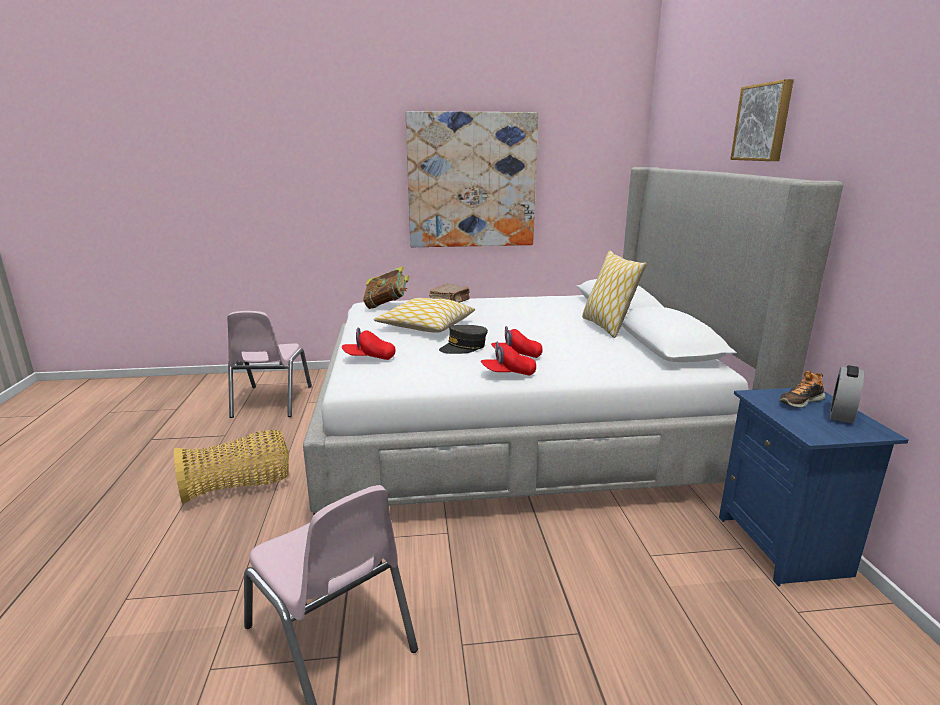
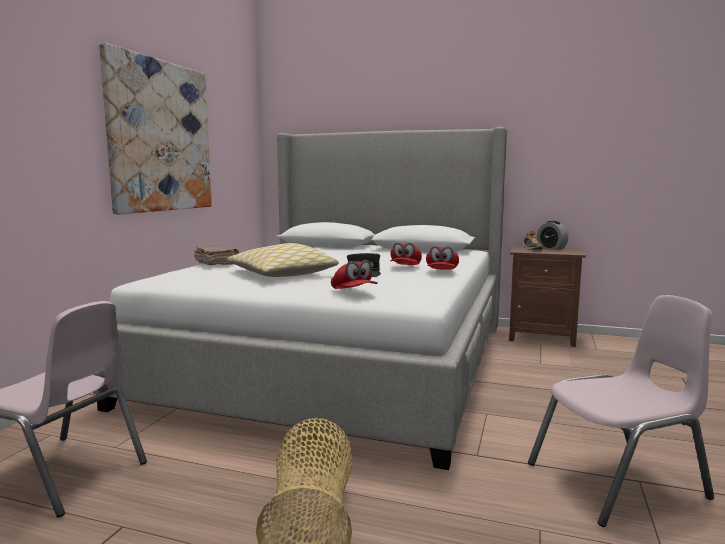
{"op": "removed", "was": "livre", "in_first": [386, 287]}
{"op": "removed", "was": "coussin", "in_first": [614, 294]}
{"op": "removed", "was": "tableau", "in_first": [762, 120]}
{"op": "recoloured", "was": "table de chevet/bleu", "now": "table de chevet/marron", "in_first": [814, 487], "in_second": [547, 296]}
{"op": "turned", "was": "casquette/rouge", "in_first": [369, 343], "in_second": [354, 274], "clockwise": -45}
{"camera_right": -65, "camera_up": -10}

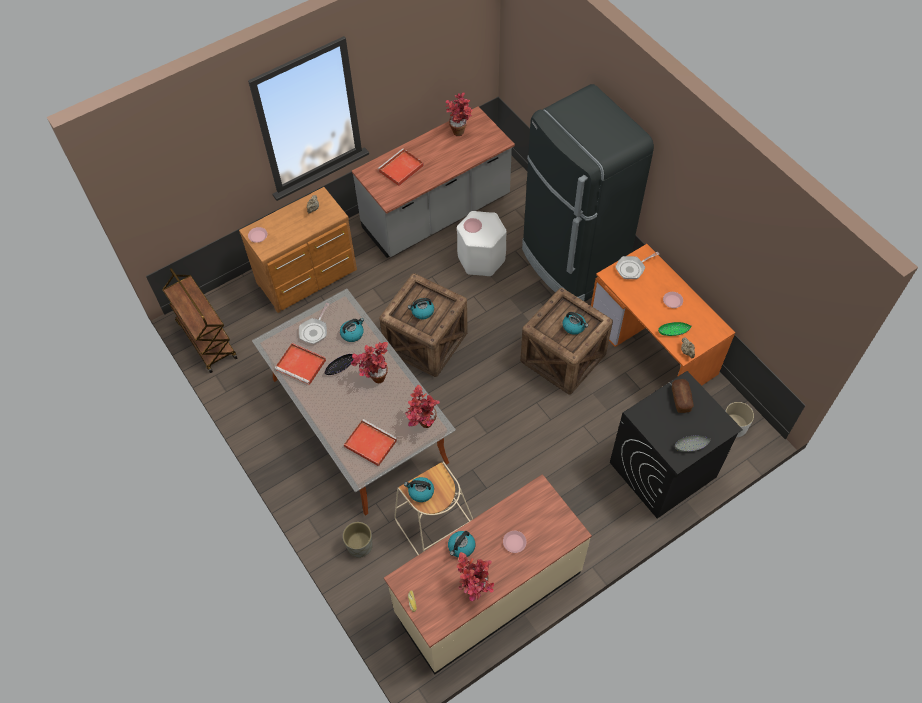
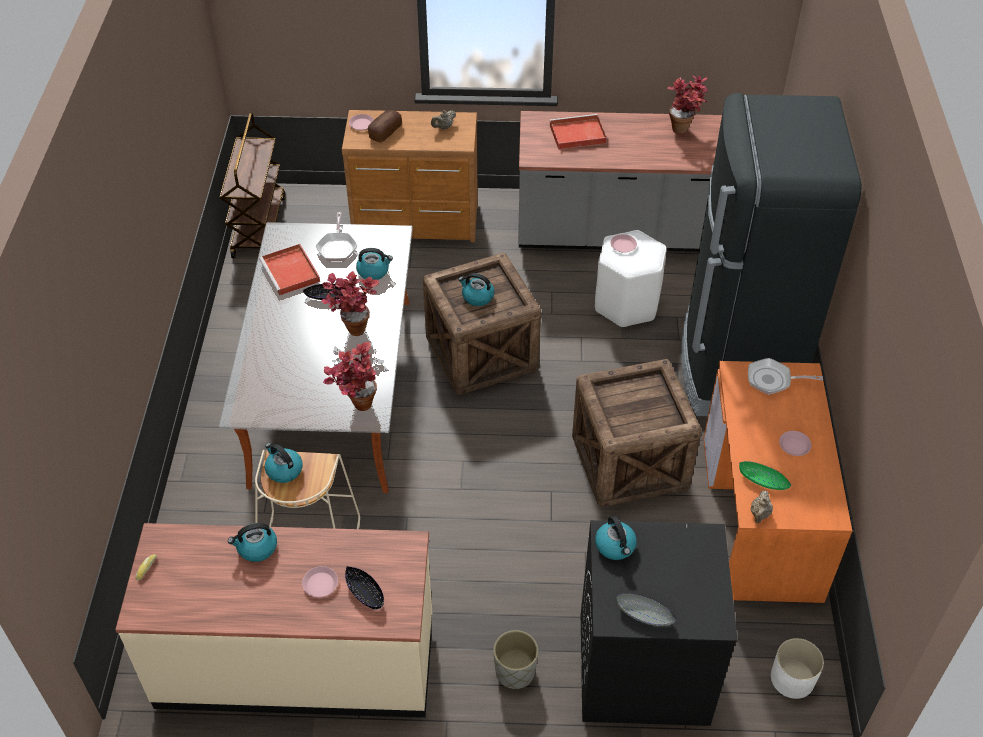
{"op": "removed", "was": "plateau/rouge", "in_first": [370, 443]}
{"op": "removed", "was": "plante en pot", "in_first": [475, 576]}
{"op": "added", "now": "bol/noir", "in_second": [364, 587]}
{"op": "moved", "was": "cache-pot/gris", "in_first": [358, 540], "in_second": [515, 659]}
{"op": "moved", "was": "bouilloire", "in_first": [575, 323], "in_second": [616, 538]}
{"op": "moved", "was": "pain", "in_first": [683, 396], "in_second": [385, 126]}
{"op": "turned", "was": "poêle", "in_first": [314, 323], "in_second": [336, 237], "clockwise": -60}
{"camera_right": 35, "camera_up": -10}

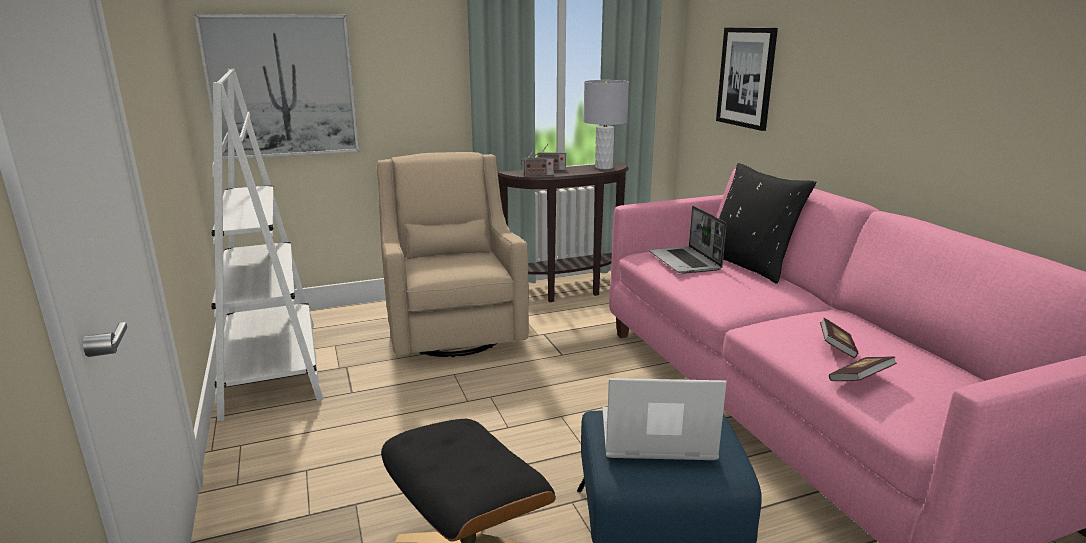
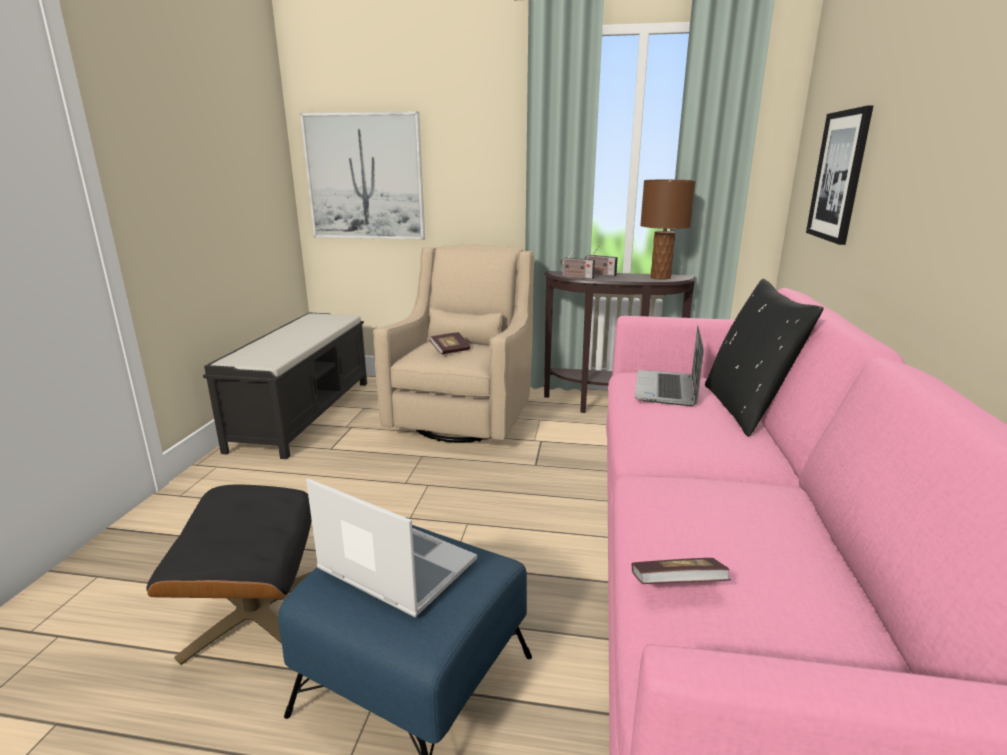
{"op": "moved", "was": "livre", "in_first": [839, 337], "in_second": [450, 343]}
{"op": "replaced", "was": "bibliothèque/blanc", "now": "banc/noir", "in_first": [267, 245], "in_second": [285, 386]}
{"op": "recoloured", "was": "lampe de table/gris", "now": "lampe de table/marron", "in_first": [606, 124], "in_second": [668, 230]}
{"camera_right": 30, "camera_up": 0}

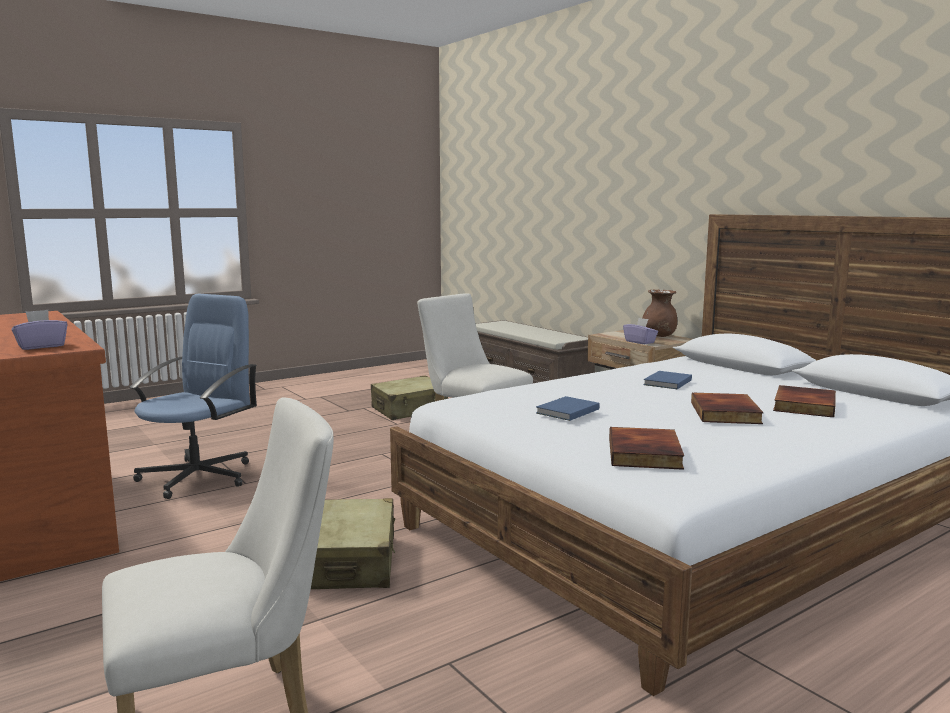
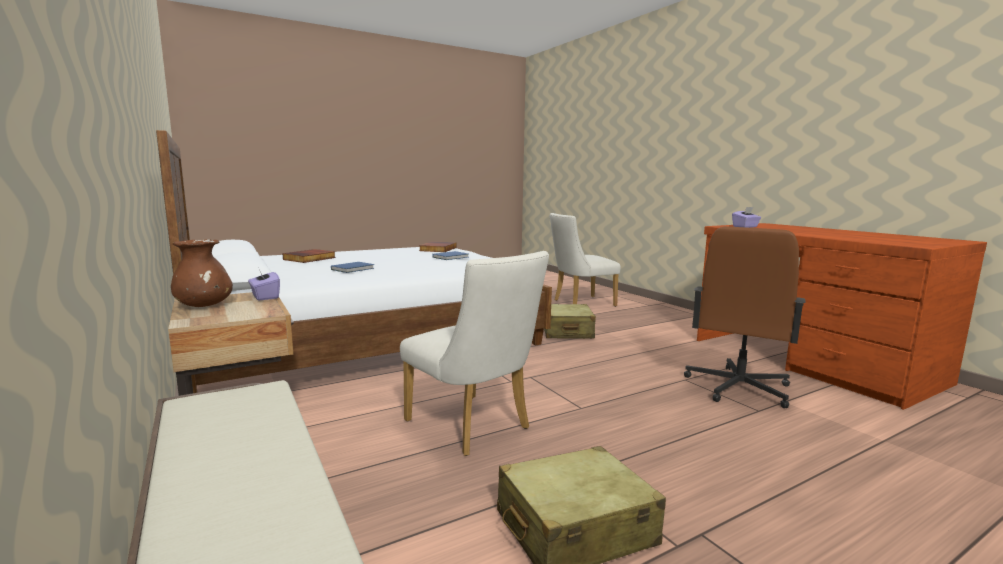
{"op": "removed", "was": "livre", "in_first": [727, 408]}
{"op": "recoloured", "was": "chaise de bureau/bleu", "now": "chaise de bureau/marron", "in_first": [193, 396], "in_second": [744, 317]}
{"camera_right": -175, "camera_up": 0}

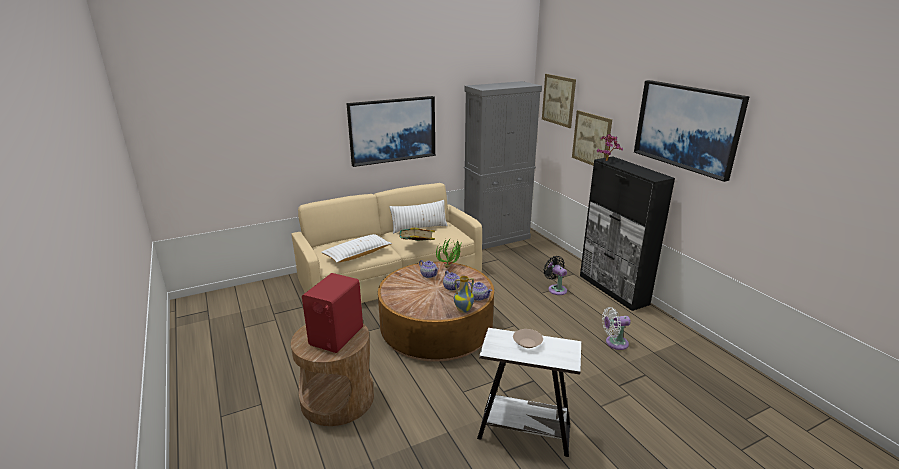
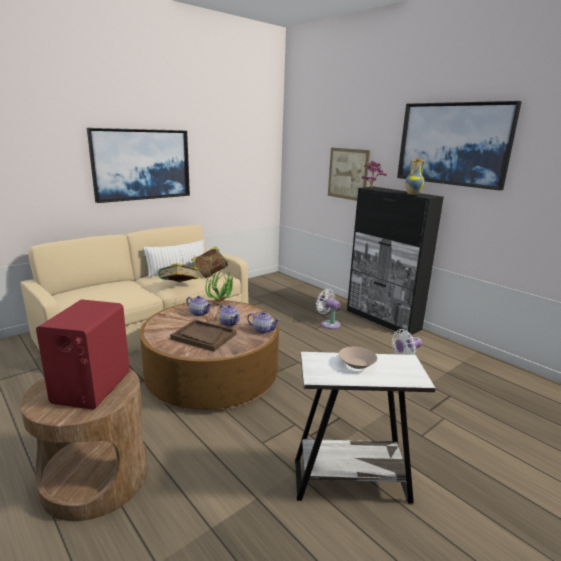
{"op": "removed", "was": "coussin/blanc", "in_first": [356, 248]}
{"op": "removed", "was": "meuble de rangement/gris", "in_first": [503, 165]}
{"op": "removed", "was": "tableau", "in_first": [559, 101]}
{"op": "added", "now": "plateau/marron", "in_second": [203, 336]}
{"op": "added", "now": "livre", "in_second": [210, 262]}
{"op": "moved", "was": "vase", "in_first": [464, 294], "in_second": [415, 177]}
{"op": "recoloured", "was": "ventilateur/noir", "now": "ventilateur/blanc", "in_first": [555, 275], "in_second": [328, 309]}
{"camera_right": -15, "camera_up": -5}

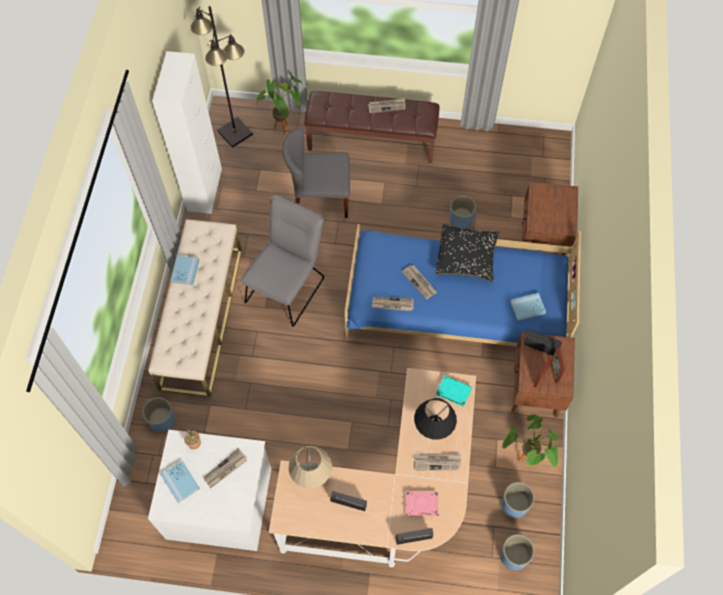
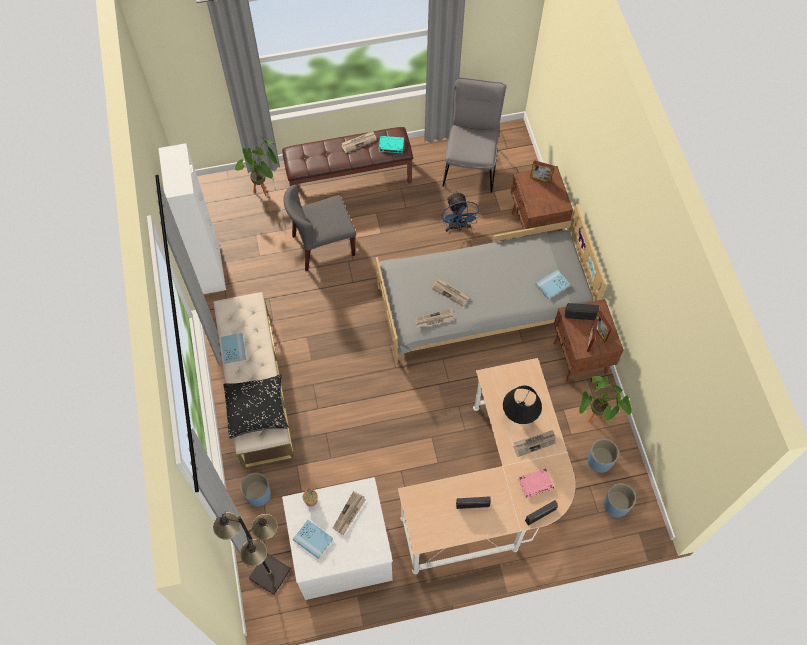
{"op": "removed", "was": "lampe de table/beige", "in_first": [310, 467]}
{"op": "added", "now": "cadre photo", "in_second": [542, 172]}
{"op": "moved", "was": "lampadaire/noir", "in_first": [221, 77], "in_second": [252, 553]}
{"op": "moved", "was": "chaise/gris", "in_first": [282, 261], "in_second": [475, 135]}
{"op": "moved", "was": "coussin/noir", "in_first": [467, 253], "in_second": [256, 406]}
{"op": "moved", "was": "livre/turquoise", "in_first": [454, 391], "in_second": [391, 144]}
{"op": "replaced", "was": "cache-pot/bleu", "now": "ventilateur/bleu", "in_first": [462, 212], "in_second": [461, 211]}
{"op": "recoloured", "was": "lit/bleu", "now": "lit/gris", "in_first": [463, 285], "in_second": [491, 283]}
{"camera_right": -20, "camera_up": 0}

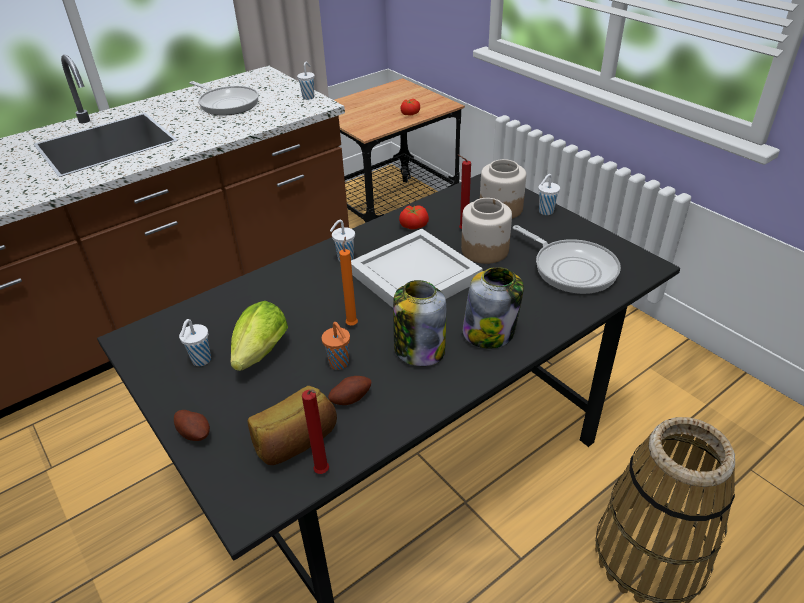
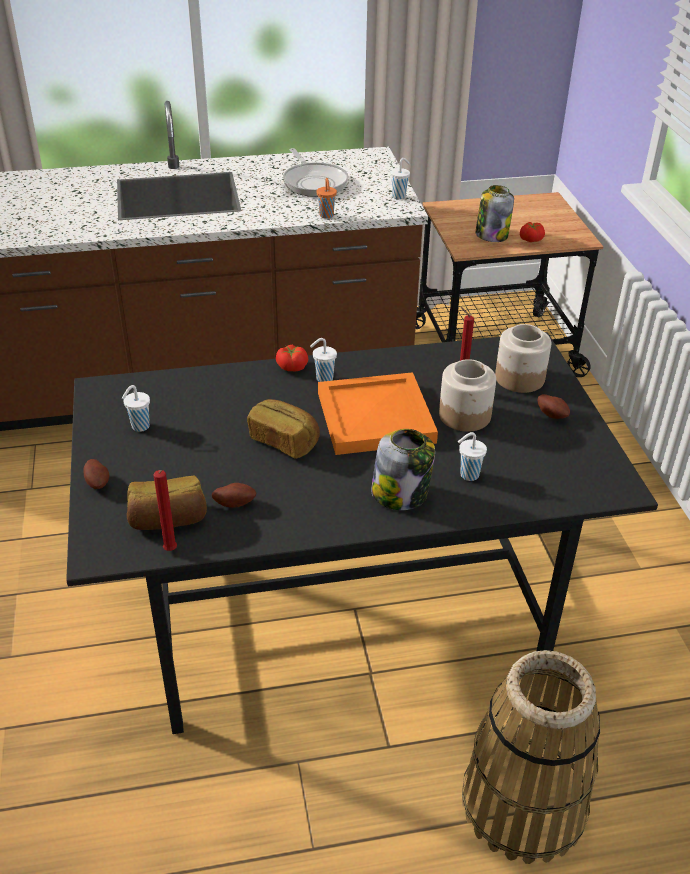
{"op": "removed", "was": "laitue", "in_first": [259, 336]}
{"op": "removed", "was": "poêle", "in_first": [567, 259]}
{"op": "added", "now": "pomme de terre", "in_second": [554, 406]}
{"op": "moved", "was": "tasse/orange", "in_first": [336, 346], "in_second": [326, 198]}
{"op": "moved", "was": "bocal", "in_first": [419, 323], "in_second": [495, 213]}
{"op": "moved", "was": "tomate", "in_first": [414, 217], "in_second": [292, 357]}
{"op": "moved", "was": "tasse/blanc", "in_first": [549, 194], "in_second": [472, 456]}
{"op": "replaced", "was": "bougie/orange", "now": "pain", "in_first": [348, 281], "in_second": [283, 428]}
{"op": "recoloured", "was": "plateau/blanc", "now": "plateau/orange", "in_first": [417, 268], "in_second": [378, 413]}
{"camera_right": 25, "camera_up": 0}

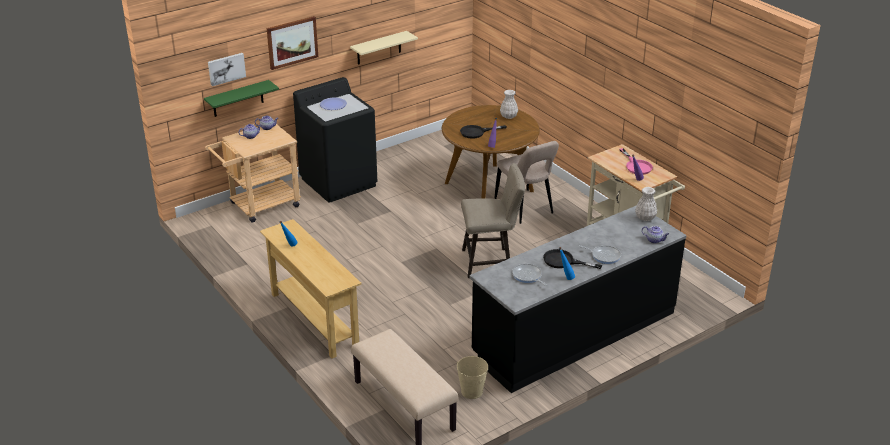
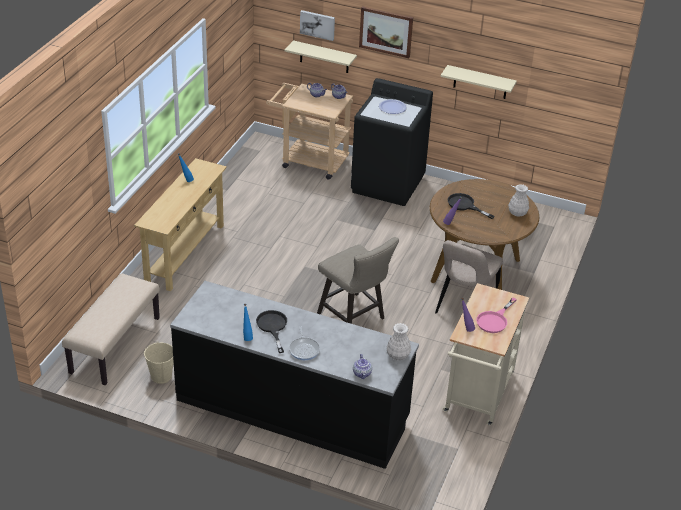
{"op": "removed", "was": "poêle", "in_first": [529, 275]}
{"op": "recoloured", "was": "étagère/vert", "now": "étagère/beige", "in_first": [241, 98], "in_second": [321, 56]}
{"camera_right": 55, "camera_up": 5}

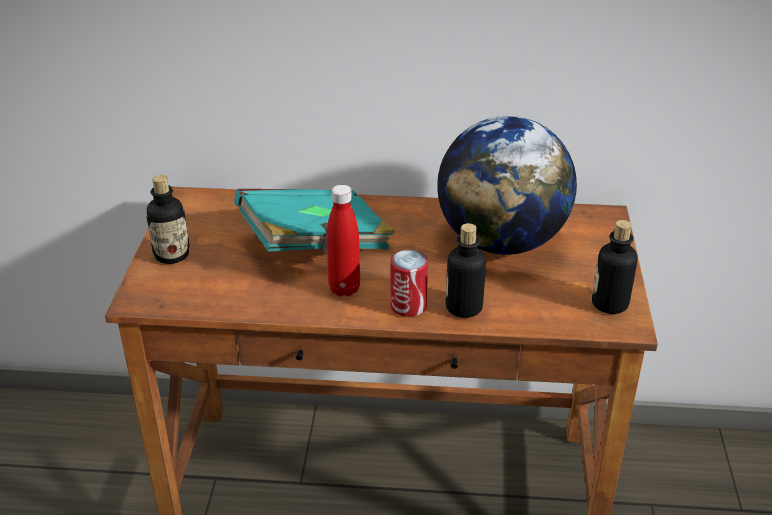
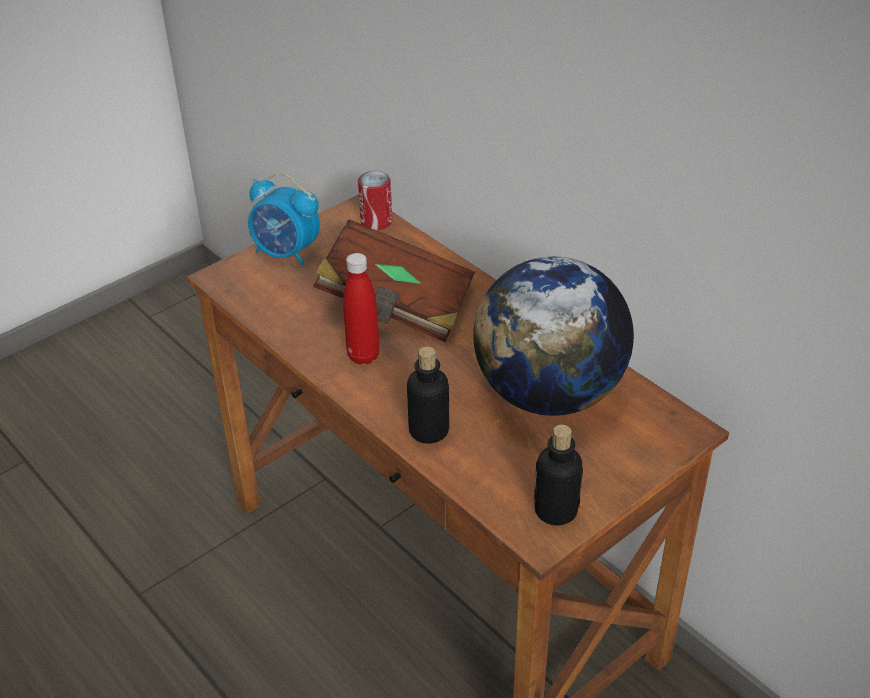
{"op": "moved", "was": "boîte métallique", "in_first": [409, 283], "in_second": [375, 200]}
{"op": "replaced", "was": "bouteille", "now": "réveil", "in_first": [167, 219], "in_second": [284, 219]}
{"op": "recoloured", "was": "livre/turquoise", "now": "livre/marron", "in_first": [314, 222], "in_second": [394, 280]}
{"camera_right": 45, "camera_up": 5}

